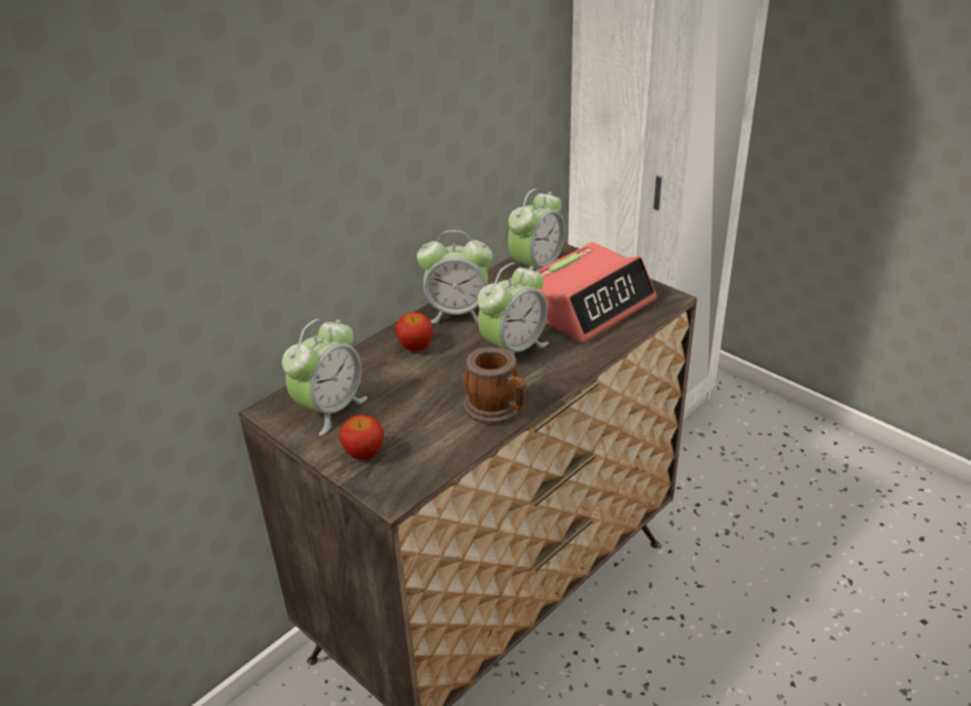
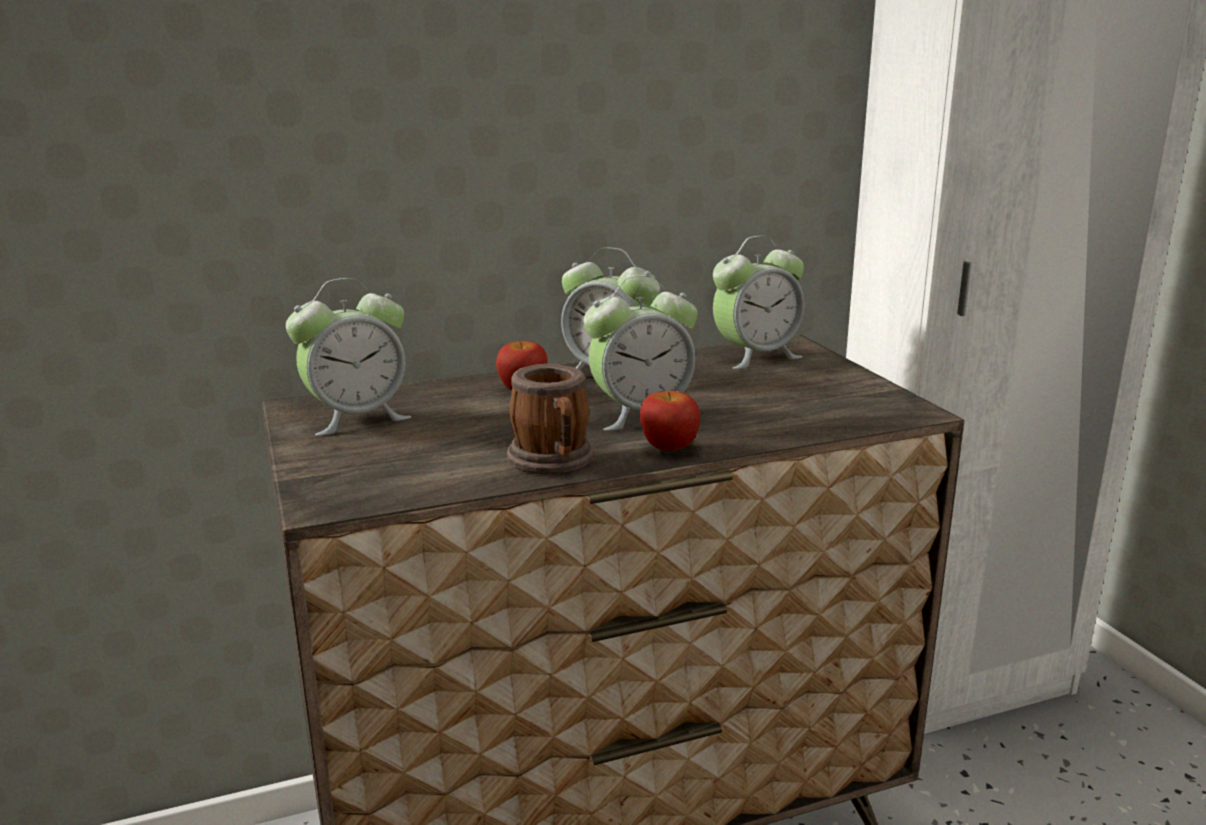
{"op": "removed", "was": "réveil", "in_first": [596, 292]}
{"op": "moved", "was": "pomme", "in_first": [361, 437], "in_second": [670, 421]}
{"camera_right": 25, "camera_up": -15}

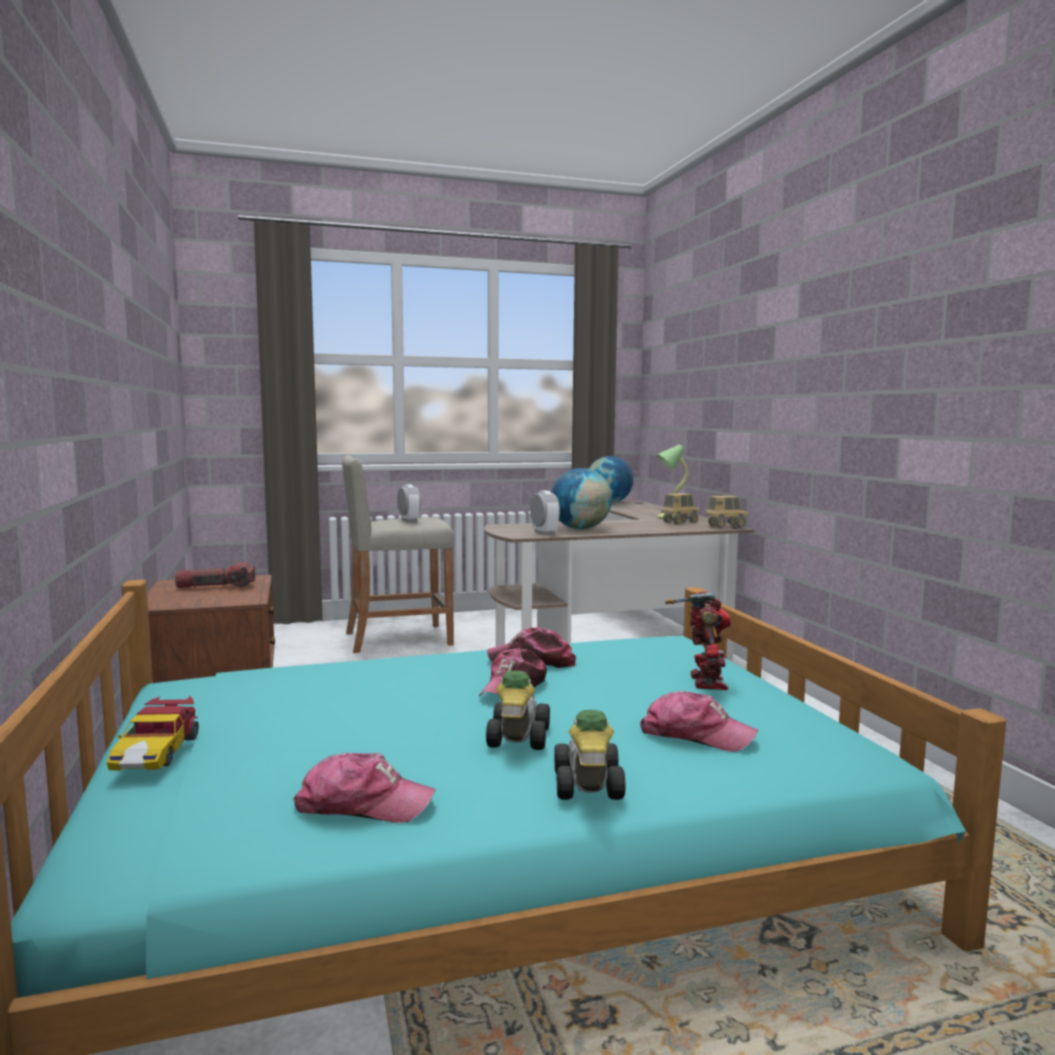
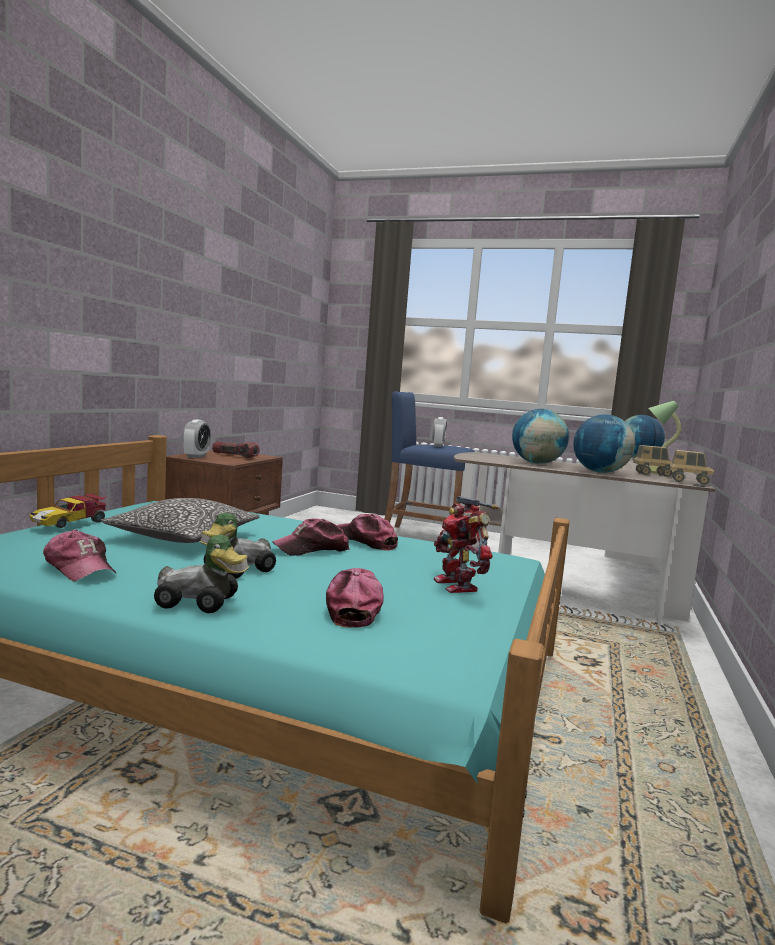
{"op": "added", "now": "coussin", "in_second": [180, 520]}
{"op": "added", "now": "globe", "in_second": [604, 443]}
{"op": "moved", "was": "réveil", "in_first": [545, 513], "in_second": [197, 438]}
{"op": "recoloured", "was": "tabouret/beige", "now": "tabouret/bleu", "in_first": [398, 554], "in_second": [429, 459]}
{"op": "turned", "was": "petite voiture", "in_first": [589, 755], "in_second": [201, 573], "clockwise": -120}
{"op": "turned", "was": "casquette", "in_first": [699, 721], "in_second": [355, 597], "clockwise": -150}
{"op": "turned", "was": "robot jouet", "in_first": [698, 640], "in_second": [466, 544], "clockwise": 120}
{"camera_right": 35, "camera_up": 0}

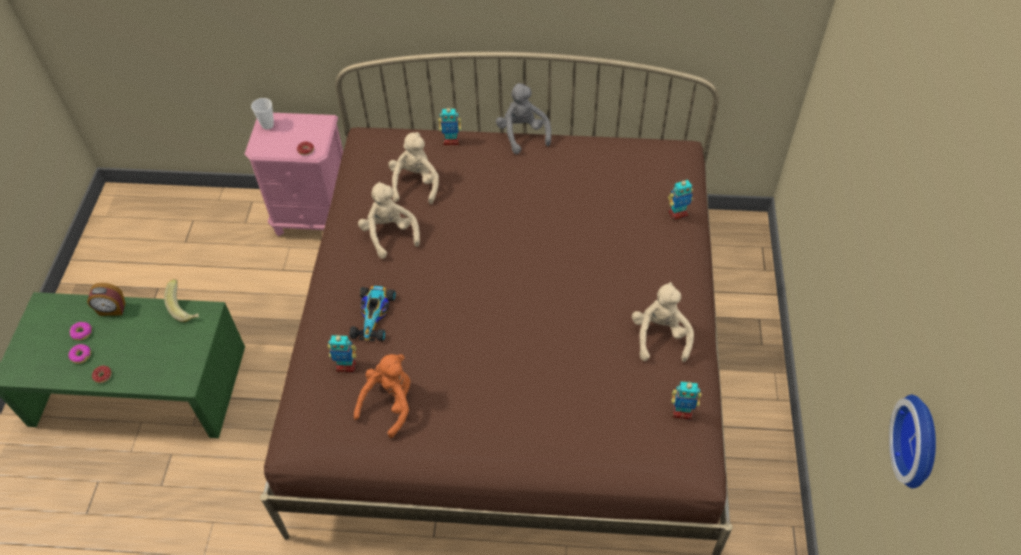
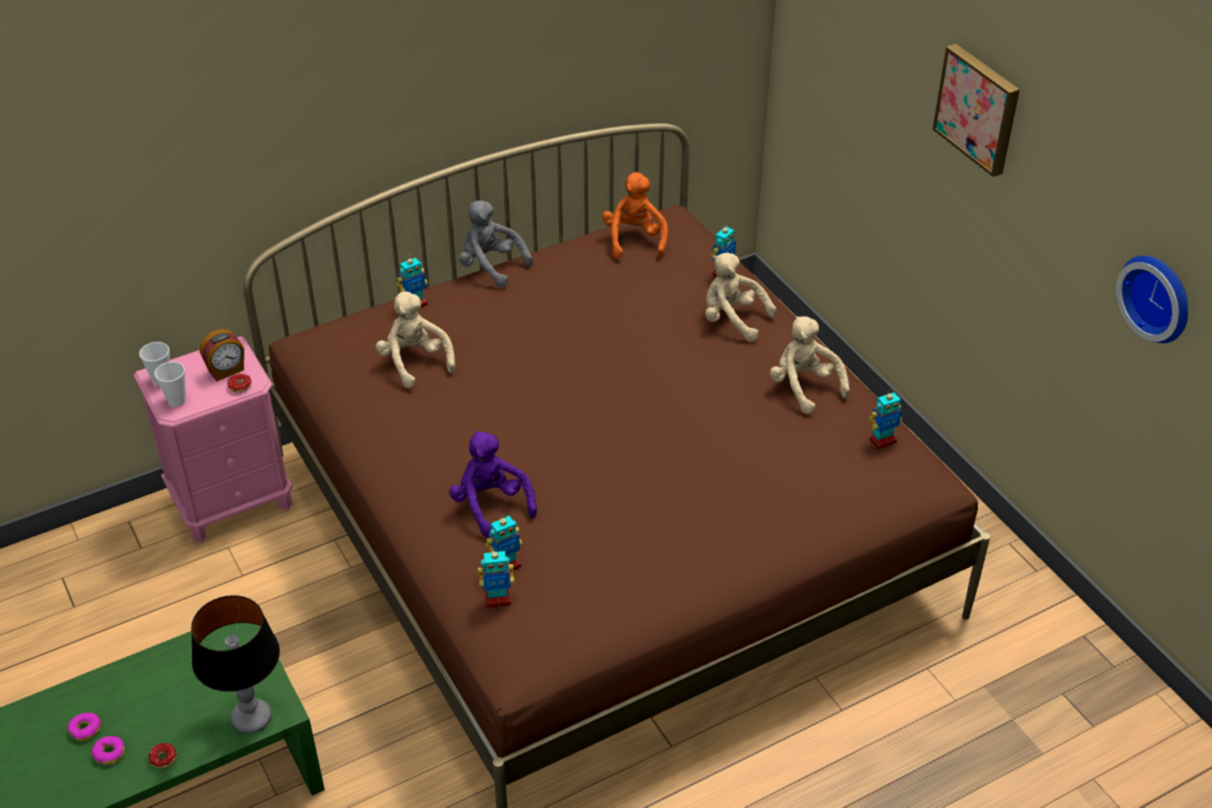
{"op": "removed", "was": "banane", "in_first": [181, 300]}
{"op": "added", "now": "tasse", "in_second": [170, 384]}
{"op": "added", "now": "lampe de table", "in_second": [235, 664]}
{"op": "added", "now": "robot jouet", "in_second": [496, 578]}
{"op": "added", "now": "tableau", "in_second": [976, 110]}
{"op": "moved", "was": "réveil", "in_first": [106, 299], "in_second": [222, 355]}
{"op": "moved", "was": "peluche/orange", "in_first": [382, 396], "in_second": [635, 215]}
{"op": "moved", "was": "peluche/beige", "in_first": [389, 220], "in_second": [741, 297]}
{"op": "replaced", "was": "petite voiture", "now": "peluche/violet", "in_first": [372, 313], "in_second": [493, 484]}
{"camera_right": -35, "camera_up": -10}

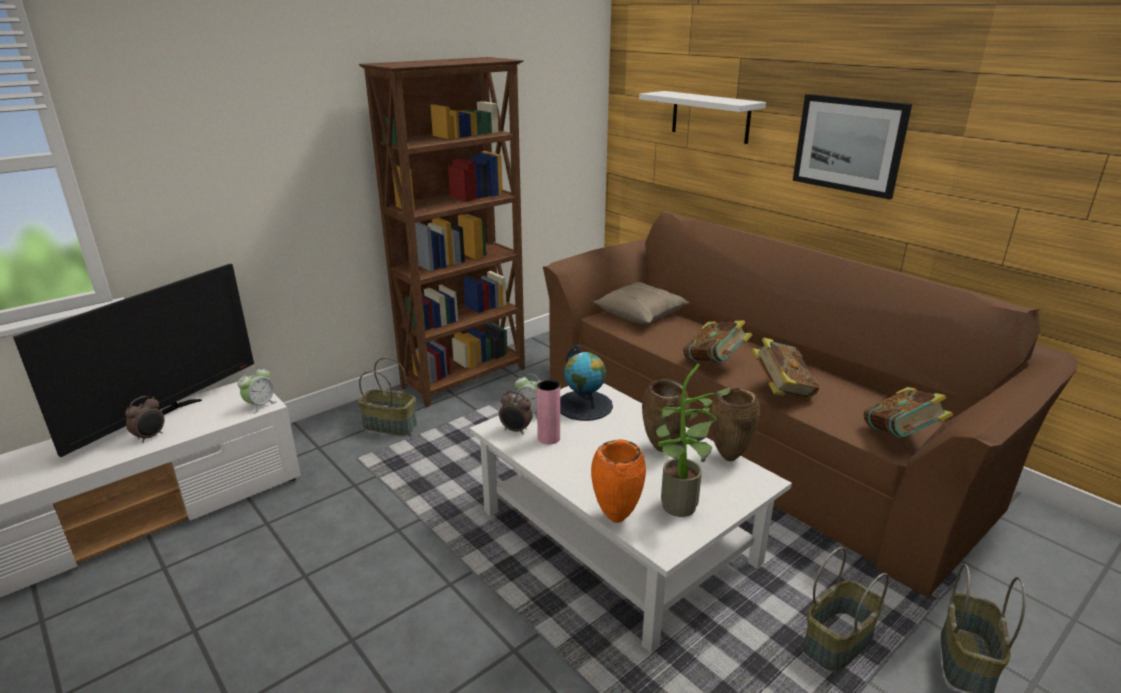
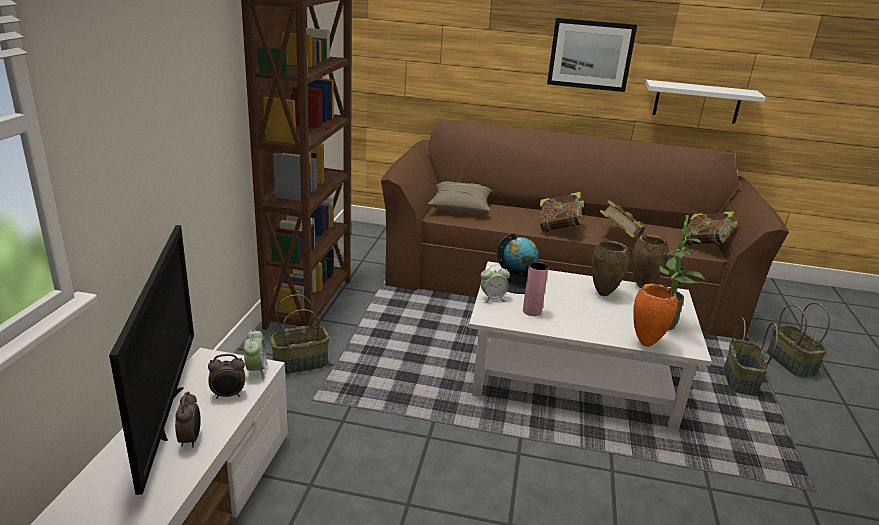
{"op": "moved", "was": "réveil", "in_first": [515, 413], "in_second": [226, 376]}
{"op": "moved", "was": "étagère/blanc", "in_first": [702, 117], "in_second": [706, 102]}
{"camera_right": -40, "camera_up": 0}

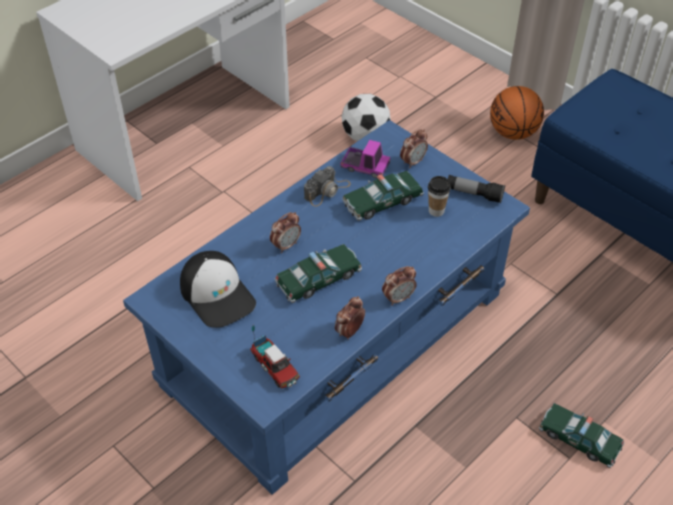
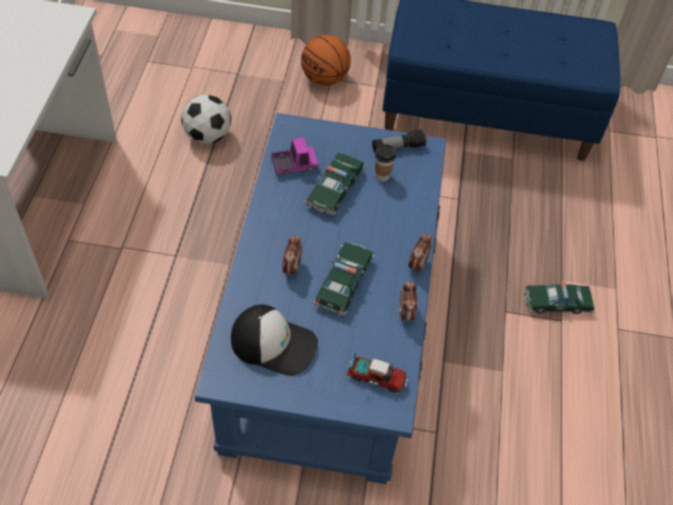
{"op": "removed", "was": "appareil photo", "in_first": [327, 186]}
{"op": "removed", "was": "réveil", "in_first": [414, 149]}
{"camera_right": -40, "camera_up": 5}

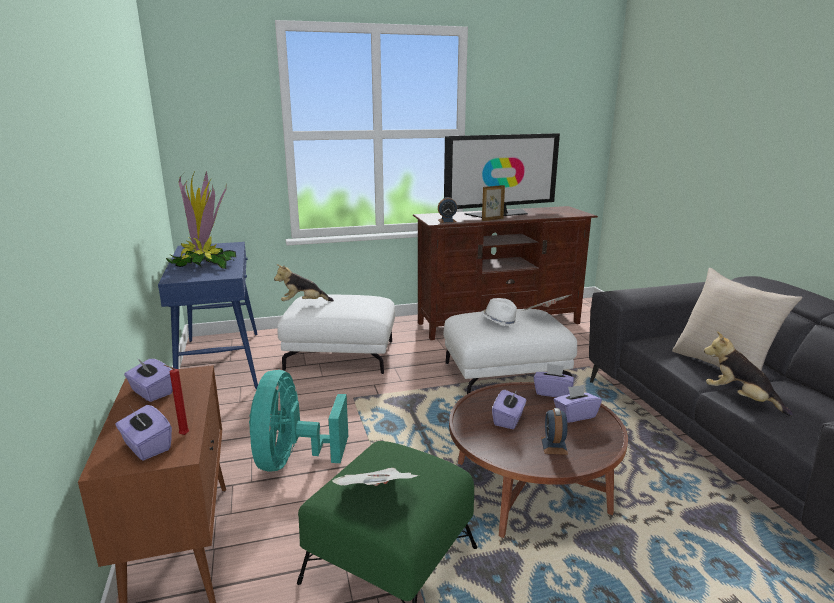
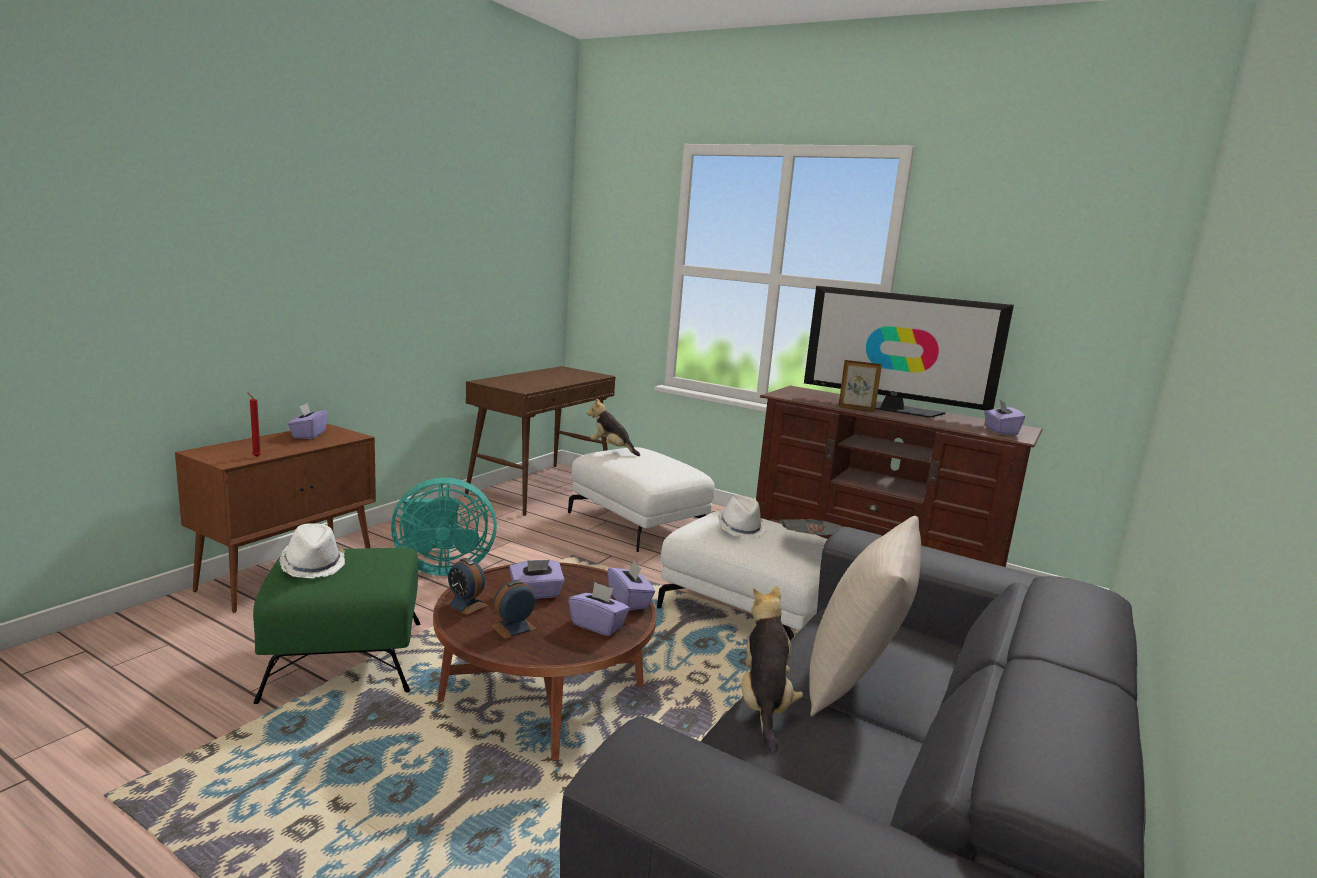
{"op": "removed", "was": "plante en pot", "in_first": [201, 220]}
{"op": "moved", "was": "boîte à mouchoirs/violet", "in_first": [143, 433], "in_second": [1004, 417]}
{"op": "moved", "was": "réveil", "in_first": [447, 210], "in_second": [466, 586]}
{"op": "replaced", "was": "journal", "now": "chapeau/blanc", "in_first": [375, 477], "in_second": [312, 551]}
{"op": "recoloured", "was": "table console/bleu", "now": "table console/marron", "in_first": [208, 315], "in_second": [540, 441]}
{"op": "turned", "was": "ventilateur/turquoise", "in_first": [298, 421], "in_second": [444, 527], "clockwise": -150}
{"camera_right": 45, "camera_up": -5}

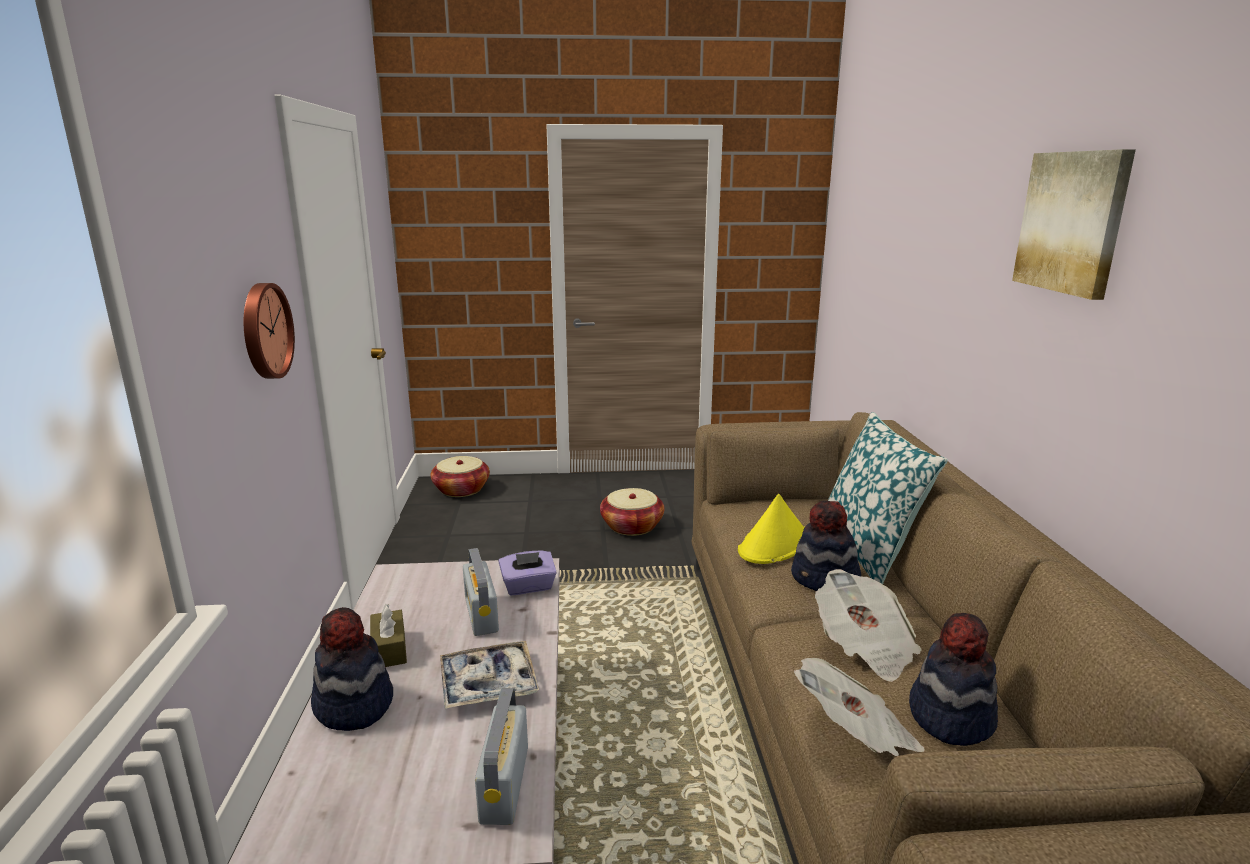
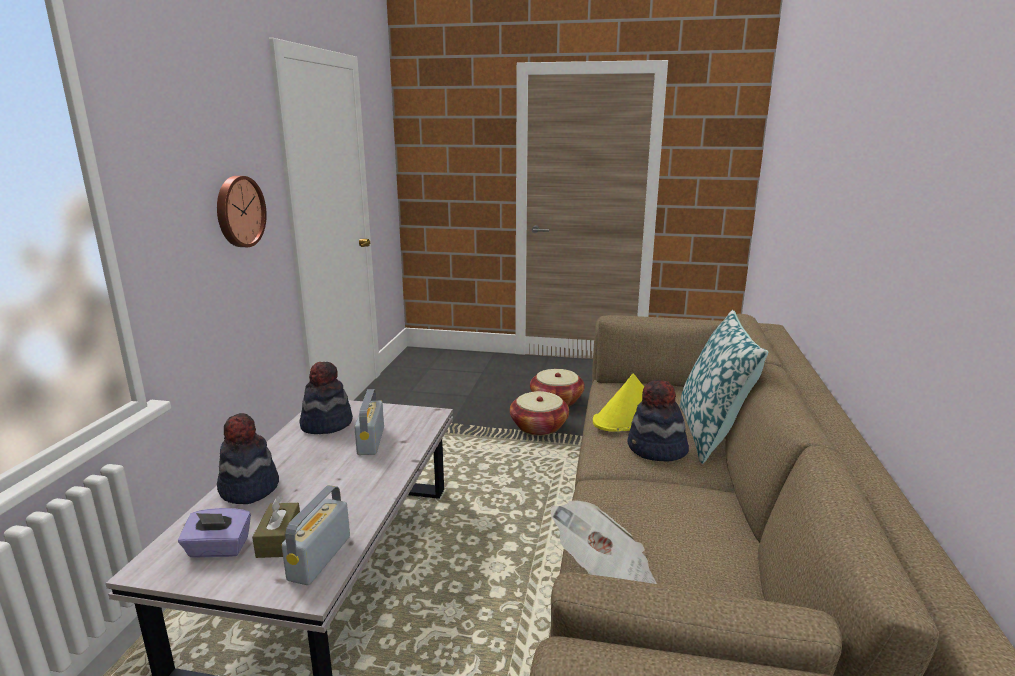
{"op": "removed", "was": "plateau", "in_first": [489, 675]}
{"op": "removed", "was": "journal", "in_first": [868, 625]}
{"op": "removed", "was": "tableau", "in_first": [1074, 224]}
{"op": "moved", "was": "boîte à mouchoirs/marron", "in_first": [388, 635], "in_second": [276, 527]}
{"op": "moved", "was": "panier", "in_first": [460, 476], "in_second": [539, 413]}
{"op": "moved", "was": "boîte à mouchoirs/violet", "in_first": [528, 573], "in_second": [214, 533]}
{"op": "moved", "was": "chapeau", "in_first": [953, 679], "in_second": [326, 398]}
{"camera_right": 15, "camera_up": 0}

